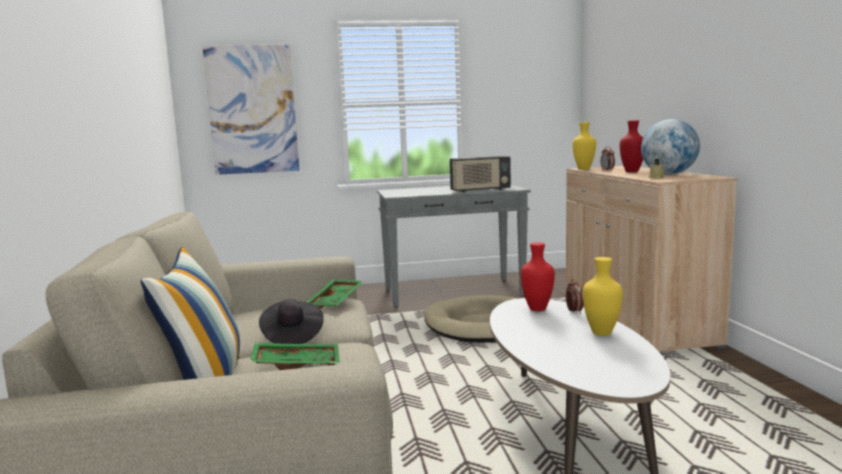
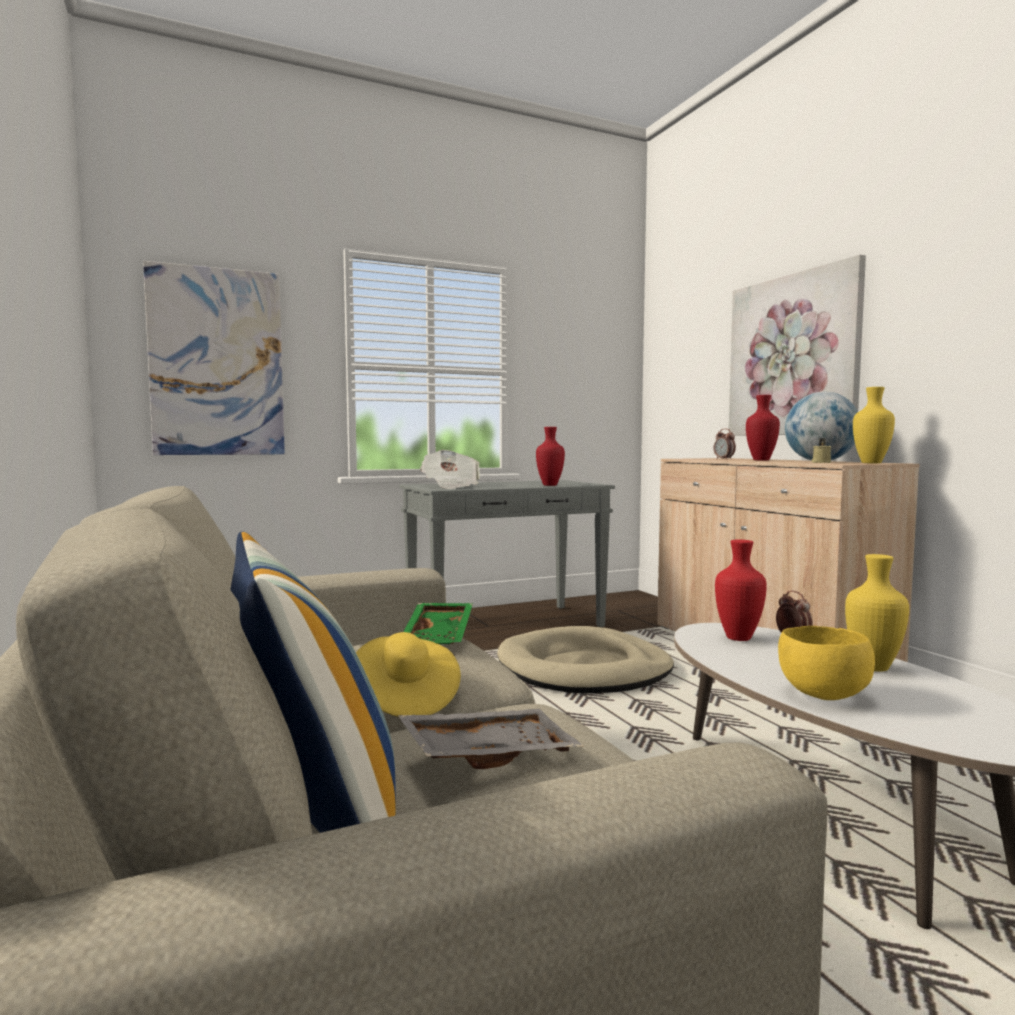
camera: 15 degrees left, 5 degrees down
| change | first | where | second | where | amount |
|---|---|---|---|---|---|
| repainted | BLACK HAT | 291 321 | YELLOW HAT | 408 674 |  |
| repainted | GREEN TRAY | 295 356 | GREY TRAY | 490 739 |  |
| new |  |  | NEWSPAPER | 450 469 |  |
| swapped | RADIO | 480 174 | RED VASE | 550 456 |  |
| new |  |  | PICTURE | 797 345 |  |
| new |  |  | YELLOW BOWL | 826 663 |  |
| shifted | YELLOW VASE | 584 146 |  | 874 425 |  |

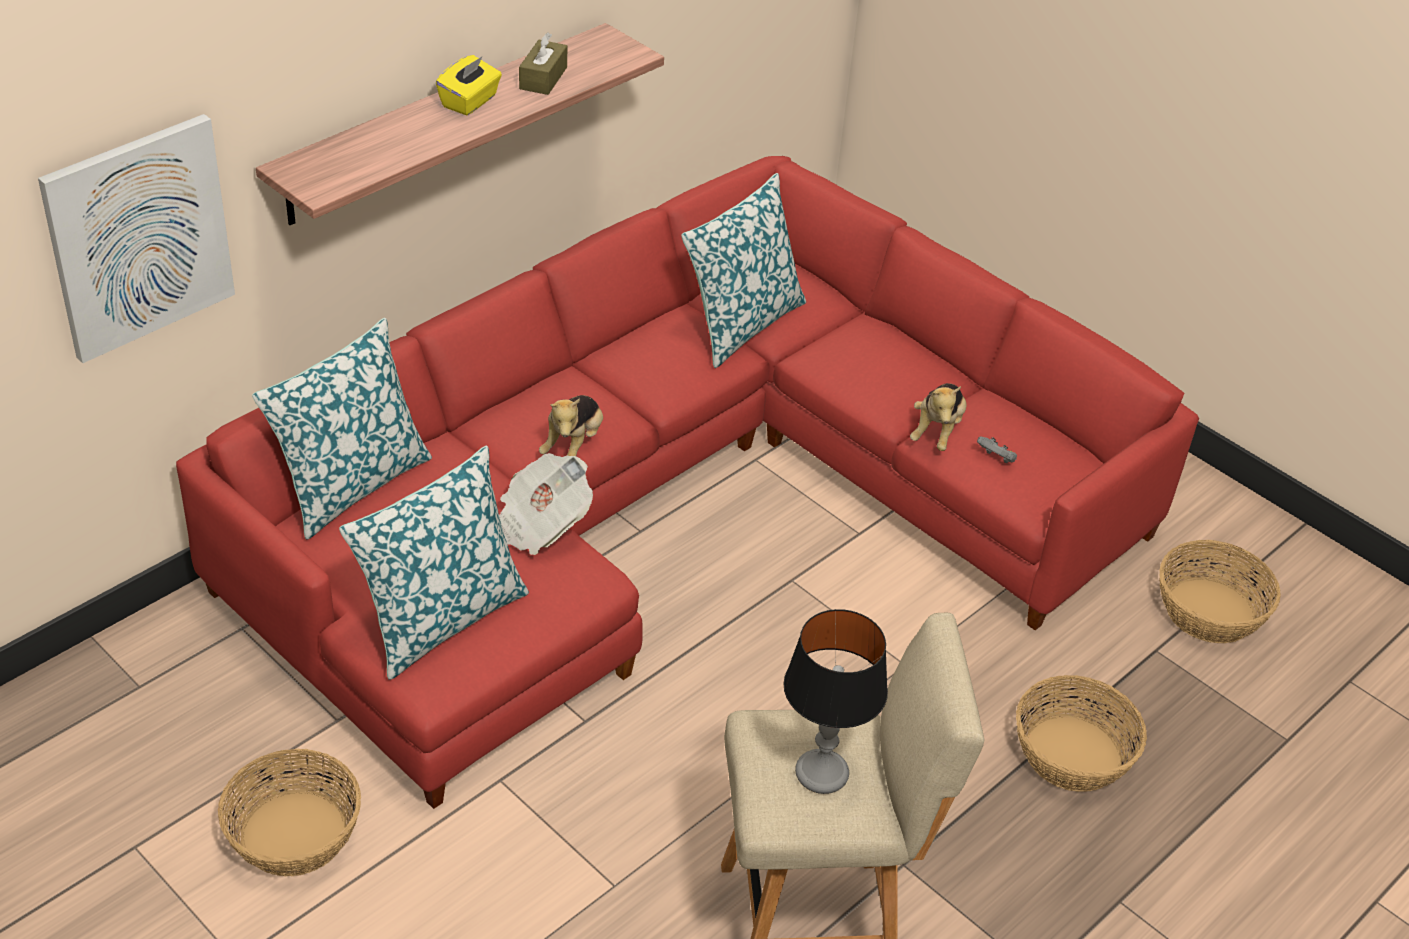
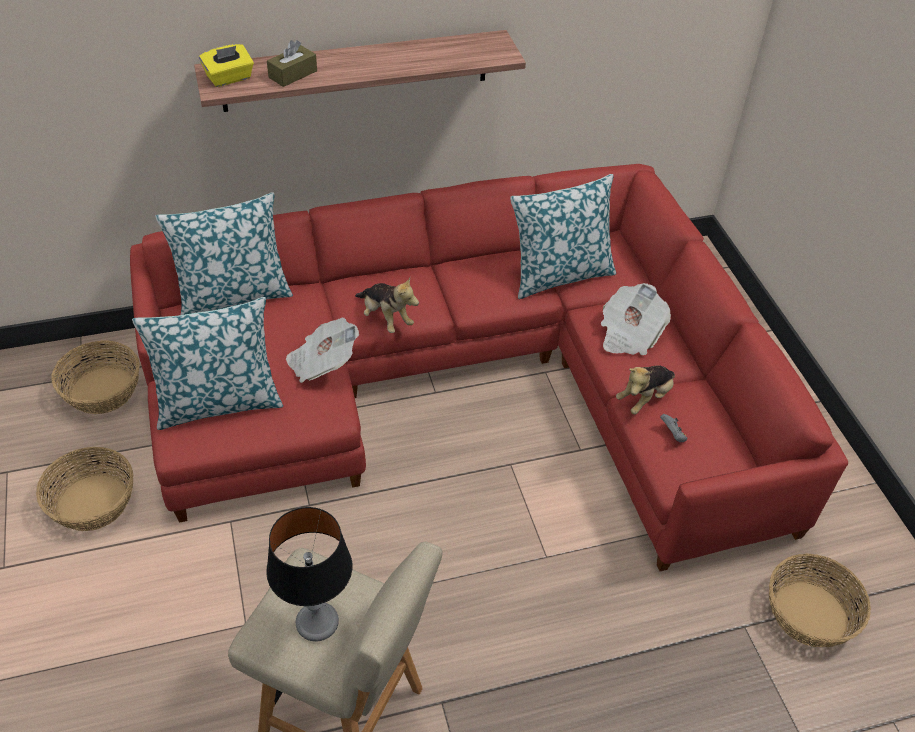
camera: 30 degrees right, 5 degrees up
| change | first | where | second | where | amount |
|---|---|---|---|---|---|
| shifted | BASKET | 1081 733 |  | 95 377 |  |
| shifted | YELLOW TISSUE BOX | 469 85 |  | 226 65 |  |
| shifted | BROWN TISSUE BOX | 543 63 |  | 292 63 |  |
| rotated | PLUSH TOY | 571 425 |  | 387 305 | 90 degrees counterclockwise |
| new |  |  | NEWSPAPER | 636 319 |  |
| gone | PICTURE | 136 238 |  |  |  |

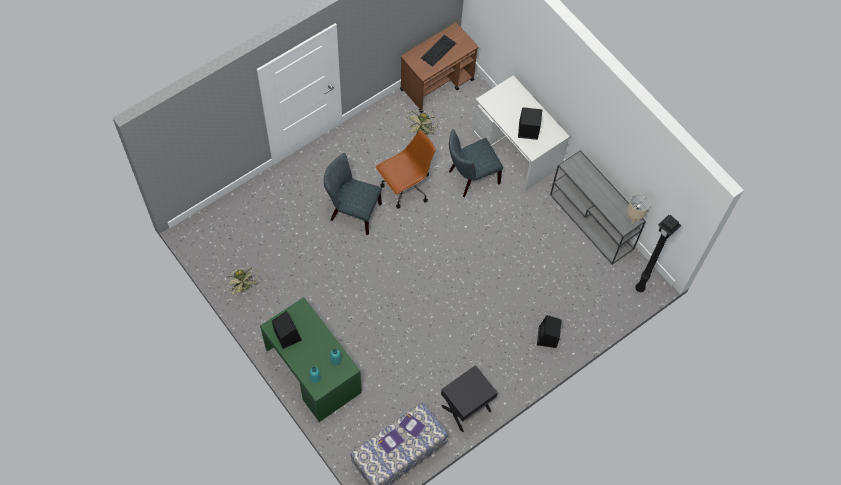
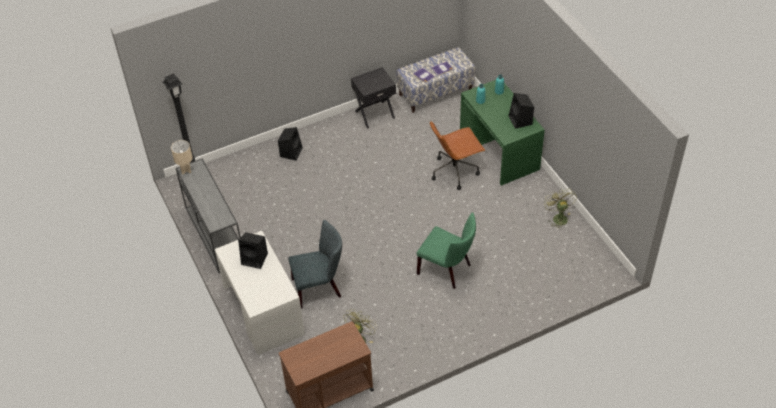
camera: 165 degrees left, 15 degrees down
| change | first | where | second | where | amount |
|---|---|---|---|---|---|
| repainted | GREY CHAIR | 353 194 | GREEN CHAIR | 446 250 |  |
| shifted | BROWN OFFICE CHAIR | 406 169 |  | 457 155 |  |
| gone | KEYBOARD | 438 51 |  |  |  |

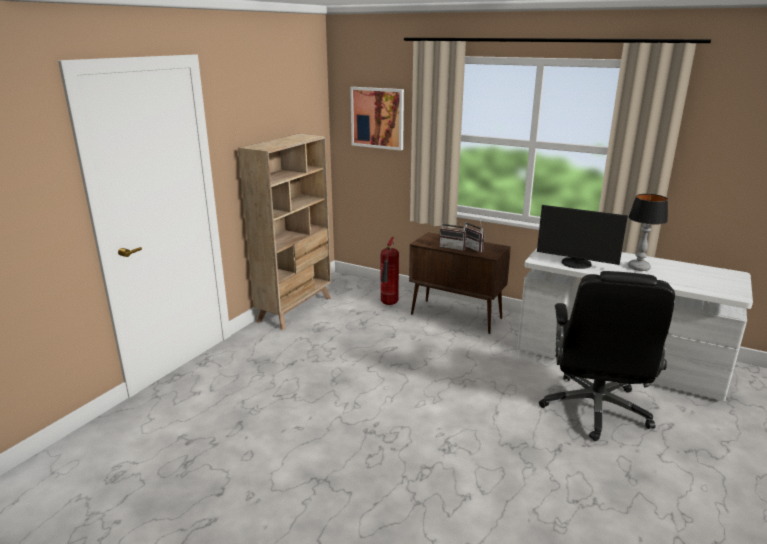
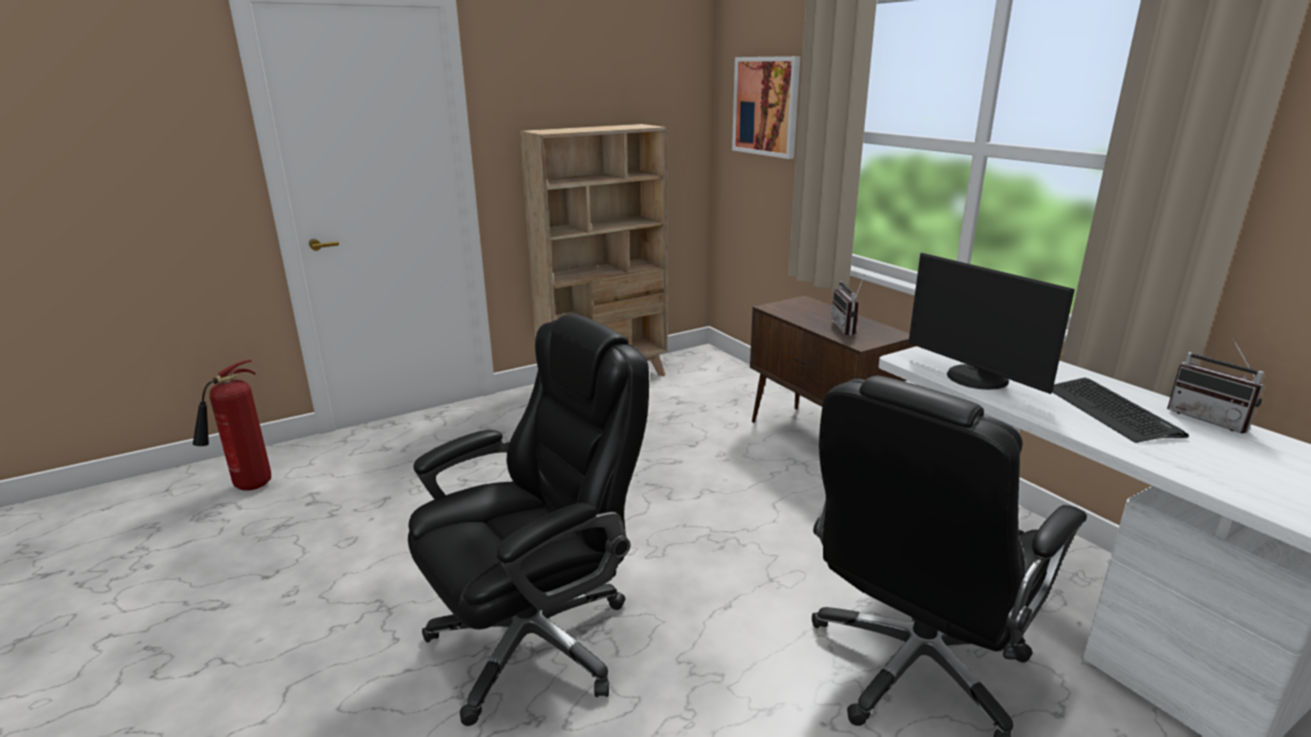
camera: 30 degrees right, 0 degrees up
| change | first | where | second | where | amount |
|---|---|---|---|---|---|
| shifted | FIRE EXTINGUISHER | 390 271 |  | 232 425 |  |
| new |  |  | BLACK OFFICE CHAIR | 528 520 |  |
| swapped | TABLE LAMP | 648 232 | KEYBOARD | 1120 410 |  |
| shifted | RADIO | 453 234 |  | 1215 385 |  |

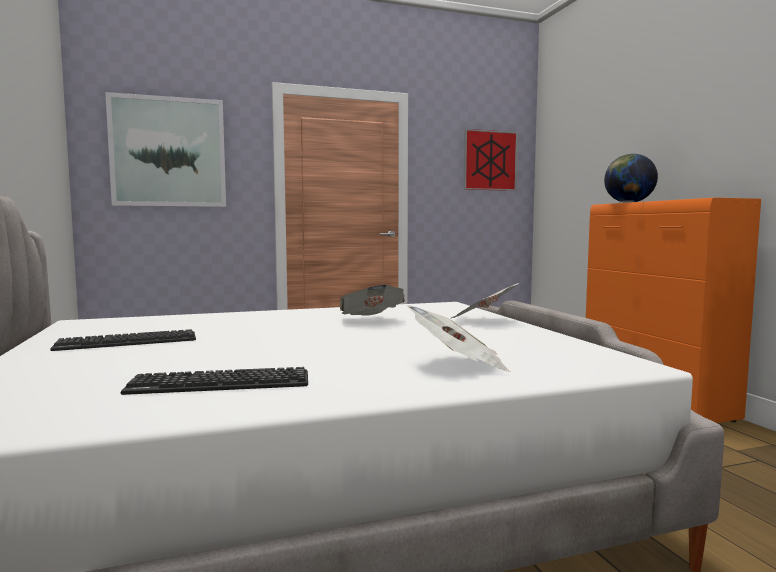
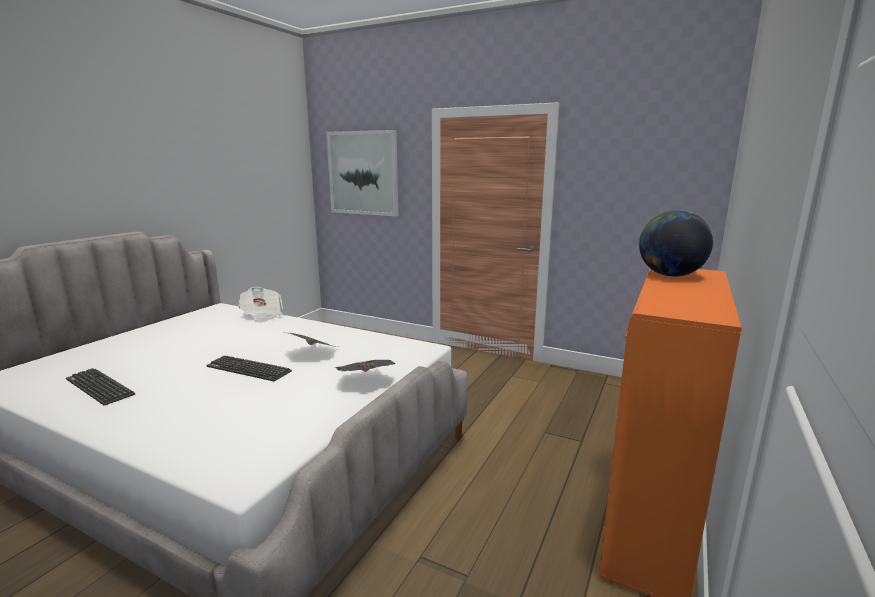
camera: 45 degrees right, 10 degrees up
| change | first | where | second | where | amount |
|---|---|---|---|---|---|
| shifted | KEYBOARD | 123 340 |  | 249 368 |  |
| shifted | NEWSPAPER | 458 338 |  | 260 305 |  |
| gone | PICTURE | 490 160 |  |  |  |

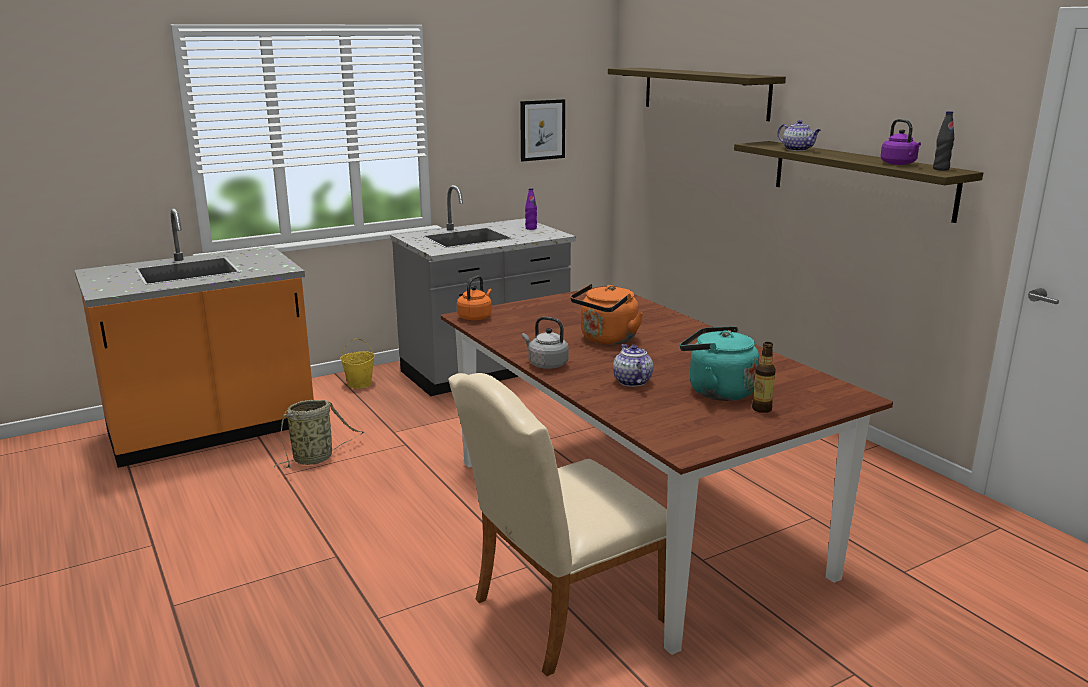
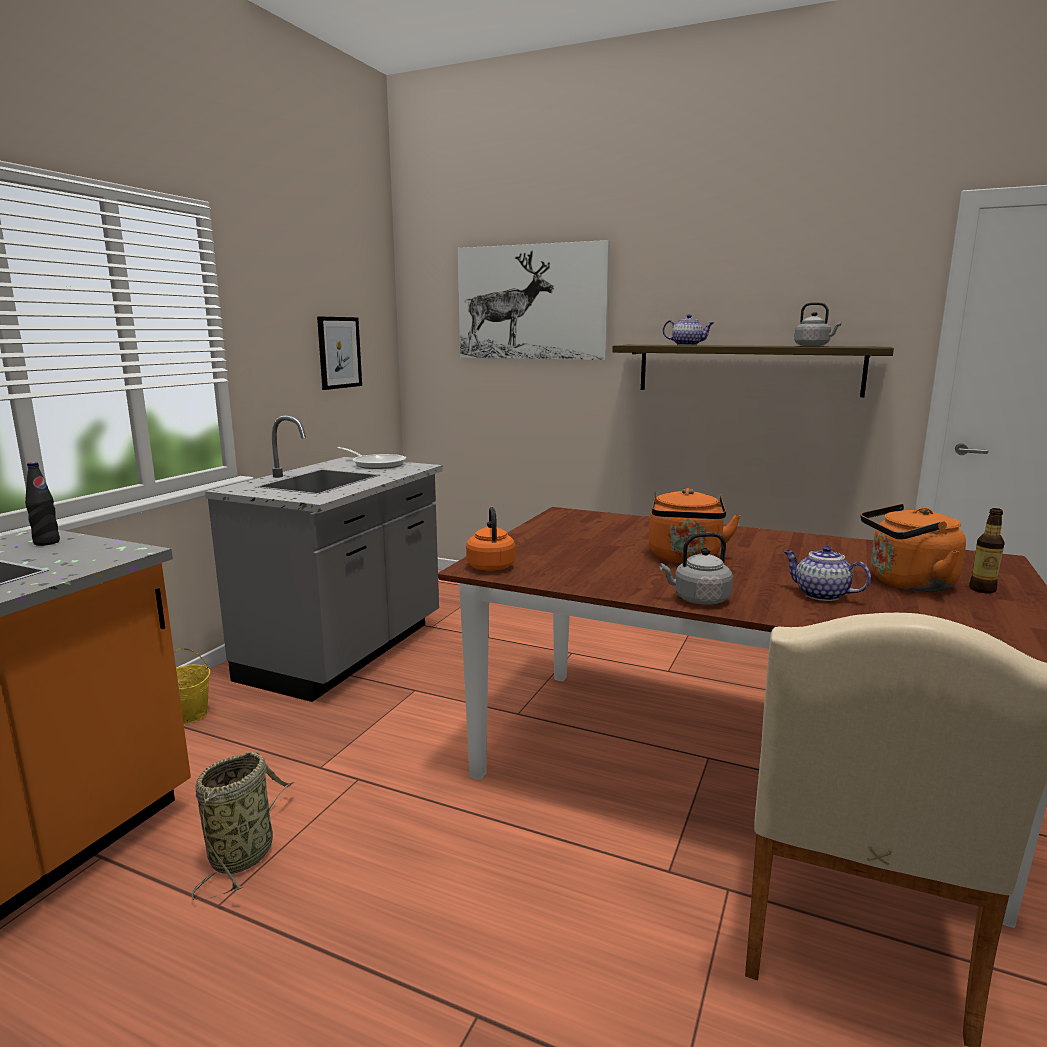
camera: 35 degrees left, 5 degrees down
| change | first | where | second | where | amount |
|---|---|---|---|---|---|
| shifted | BLACK BOTTLE | 943 140 |  | 42 504 |  |
| swapped | PURPLE BOTTLE | 531 209 | FRYING PAN | 372 458 |  |
| swapped | SHELF | 697 94 | PICTURE | 534 300 |  |
| repainted | PURPLE KETTLE | 900 142 | GREY KETTLE | 818 324 |  |
| repainted | TURQUOISE KETTLE | 719 363 | ORANGE KETTLE | 913 548 |  |

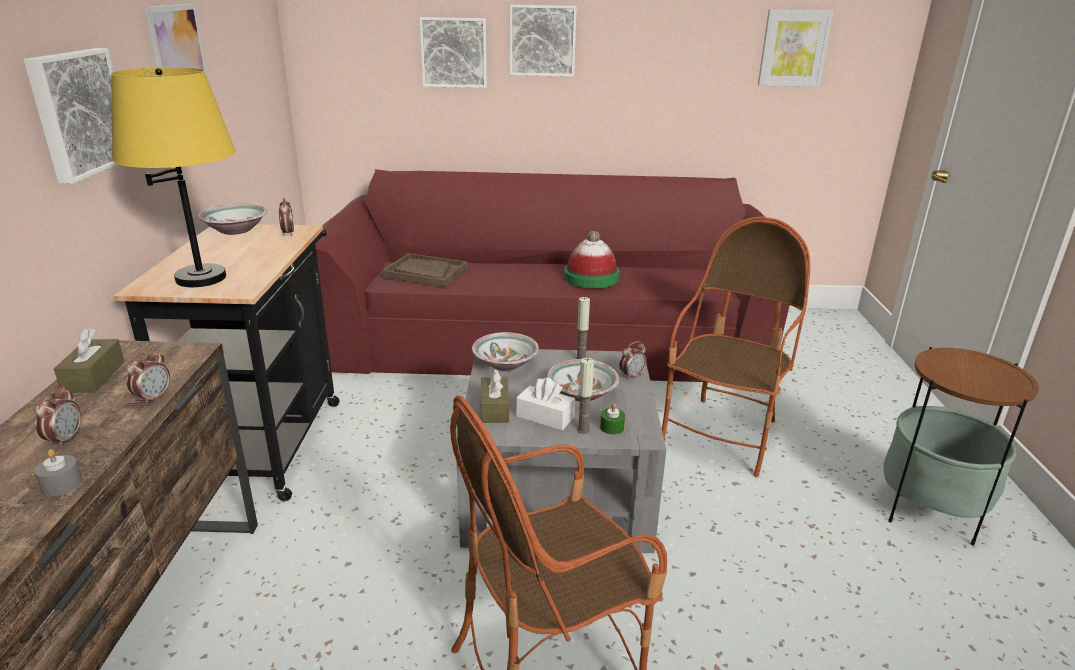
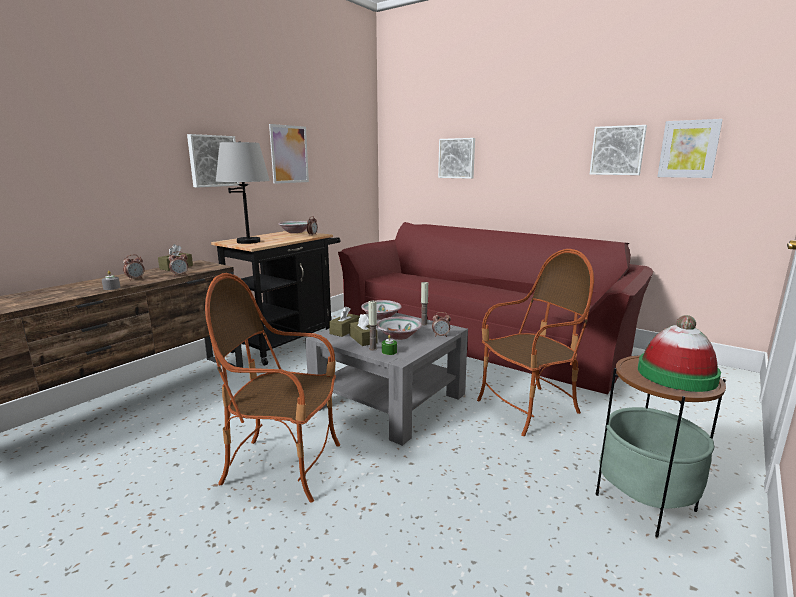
camera: 35 degrees right, 10 degrees down
| change | first | where | second | where | amount |
|---|---|---|---|---|---|
| repainted | YELLOW TABLE LAMP | 173 177 | GREY TABLE LAMP | 243 192 |  |
| repainted | WHITE TISSUE BOX | 545 403 | BROWN TISSUE BOX | 363 330 |  |
| shifted | PICTURE | 543 41 |  | 618 150 |  |
| shifted | HAT | 591 259 |  | 679 353 |  |
| gone | BROWN TRAY | 424 270 |  |  |  |

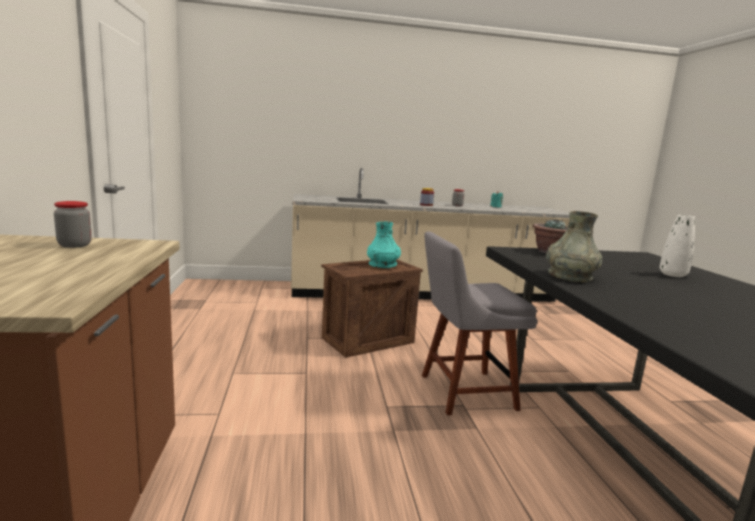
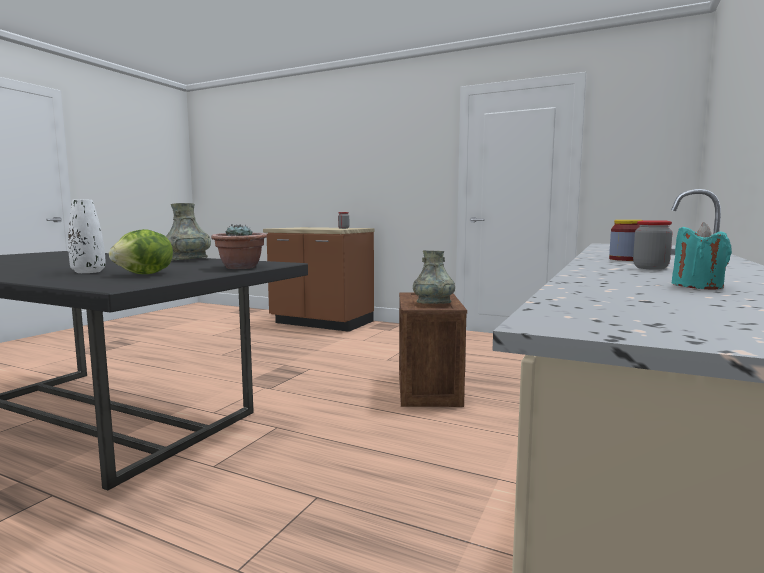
camera: 125 degrees right, 5 degrees down
| change | first | where | second | where | amount |
|---|---|---|---|---|---|
| new |  |  | LETTUCE | 141 251 |  |
| repainted | TURQUOISE VASE | 384 245 | GREY VASE | 434 277 |  |
| gone | GREY CHAIR | 479 324 |  |  |  |

